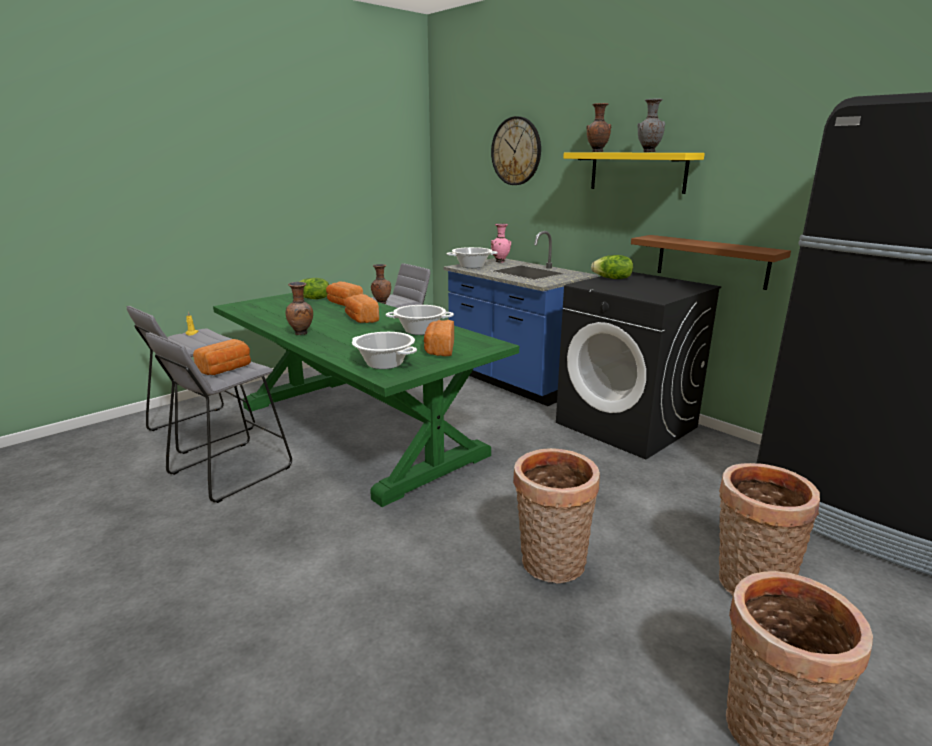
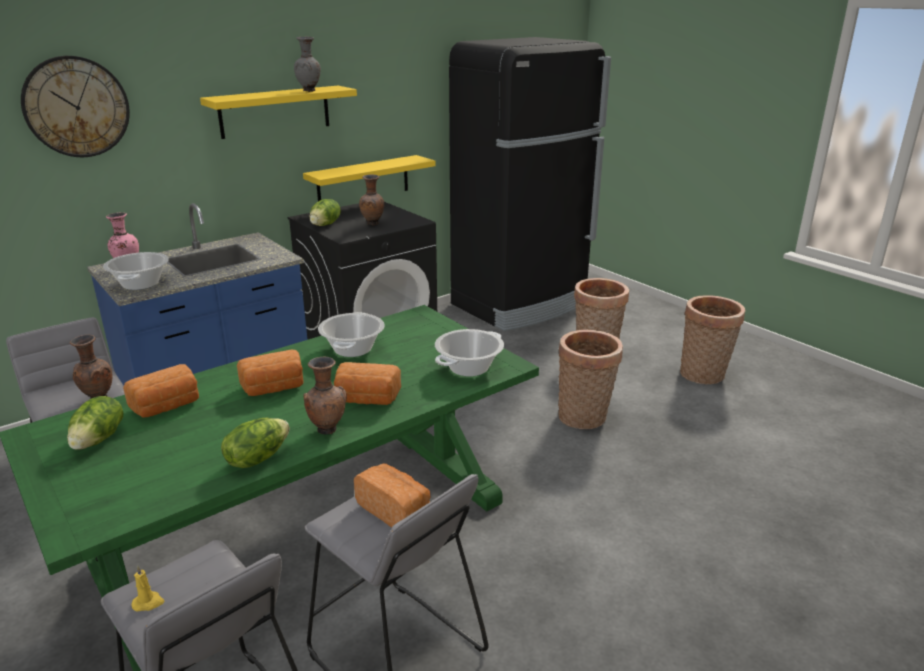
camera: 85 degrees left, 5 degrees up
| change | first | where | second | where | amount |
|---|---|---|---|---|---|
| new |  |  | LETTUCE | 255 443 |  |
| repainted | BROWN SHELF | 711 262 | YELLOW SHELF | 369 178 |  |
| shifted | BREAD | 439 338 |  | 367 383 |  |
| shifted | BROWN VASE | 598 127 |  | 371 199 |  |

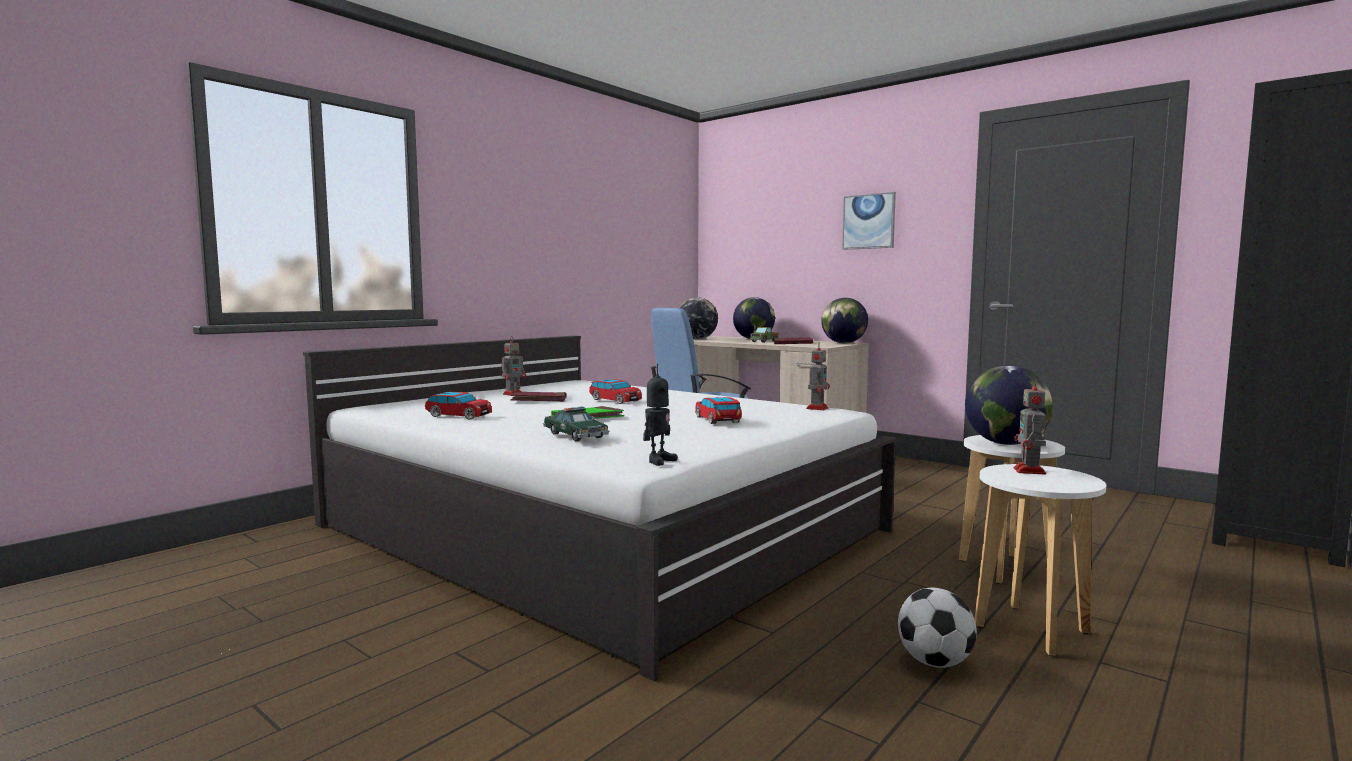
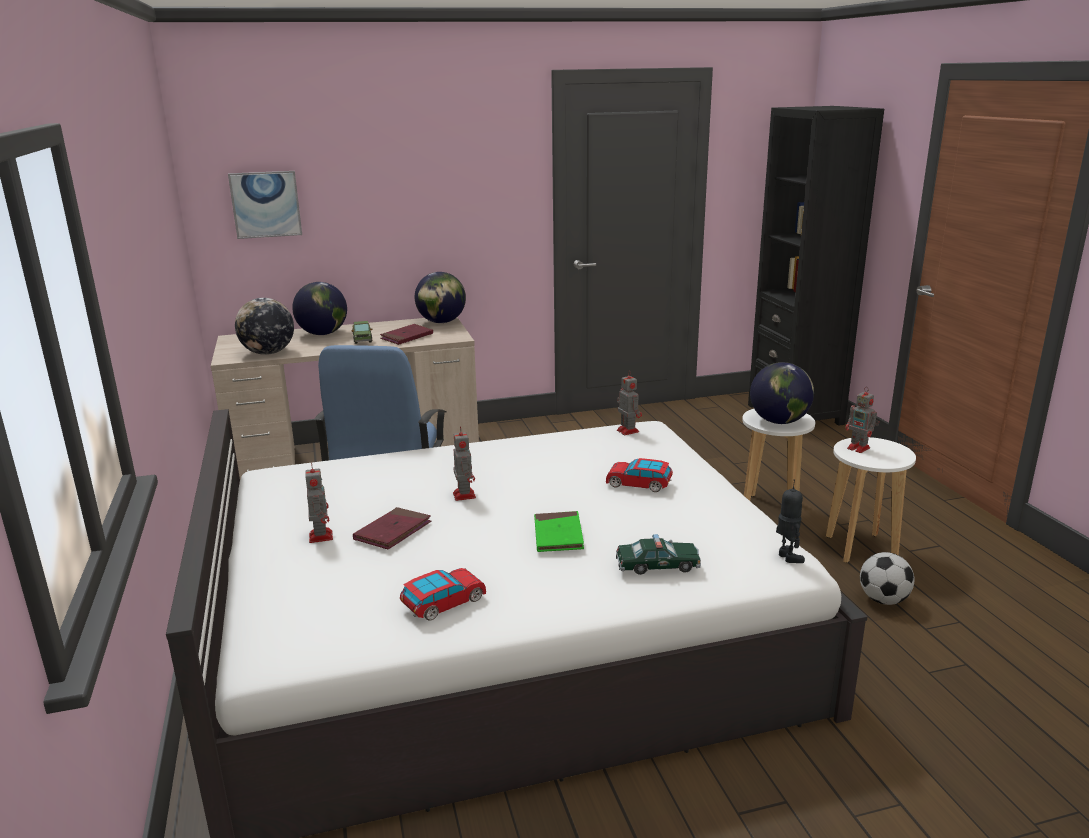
camera: 55 degrees left, 15 degrees up
| change | first | where | second | where | amount |
|---|---|---|---|---|---|
| shifted | PICTURE | 869 221 |  | 265 205 |  |
| swapped | TOY CAR | 615 391 | TOY ROBOT | 464 463 |  |

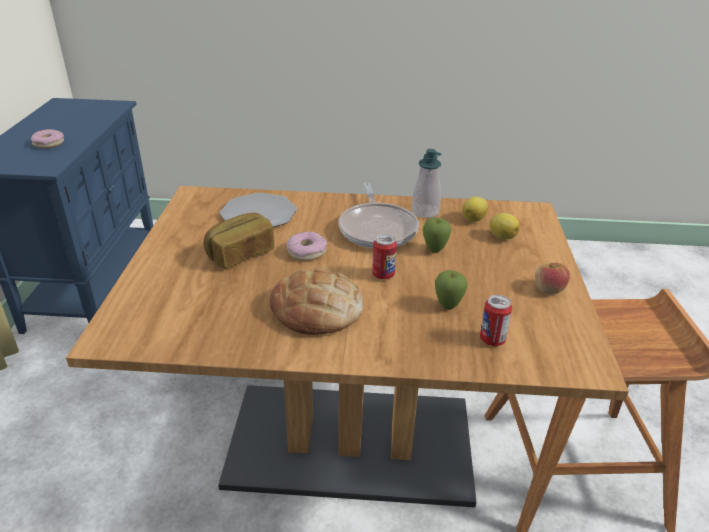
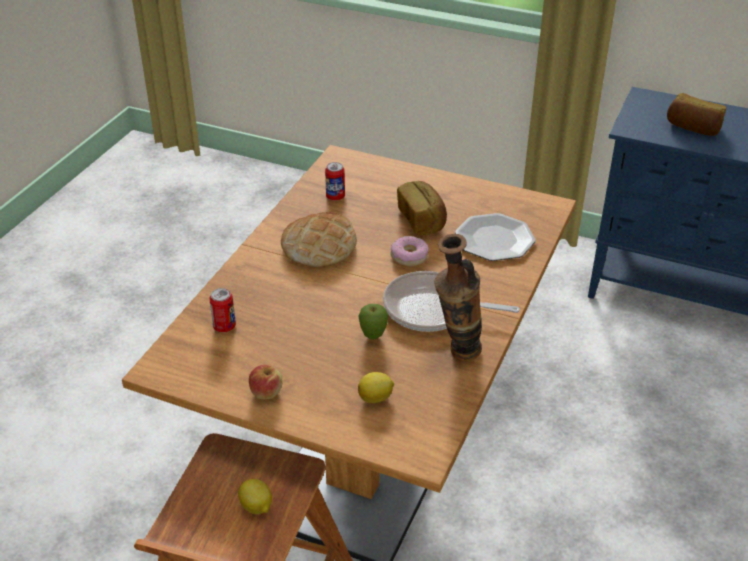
camera: 110 degrees right, 5 degrees up
| change | first | where | second | where | amount |
|---|---|---|---|---|---|
| shifted | LEMON | 475 209 |  | 255 496 |  |
| shifted | CAN | 384 257 |  | 335 181 |  |
| swapped | SOAP DISPENSER | 427 183 | VASE | 458 297 |  |
| swapped | DONUT | 47 138 | BREAD | 696 114 |  |
| gone | APPLE | 451 290 |  |  |  |

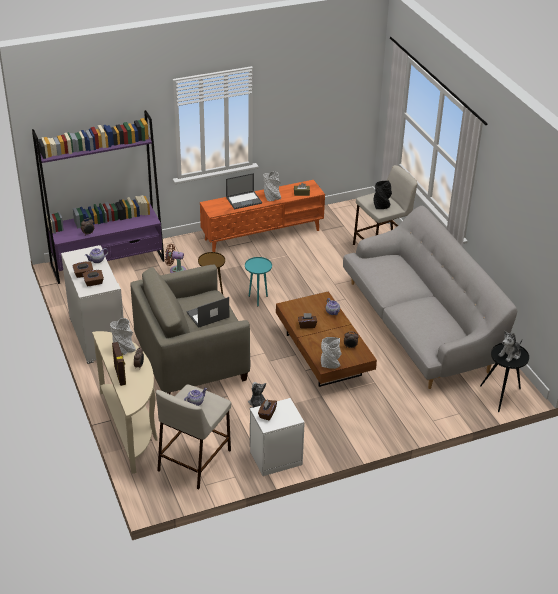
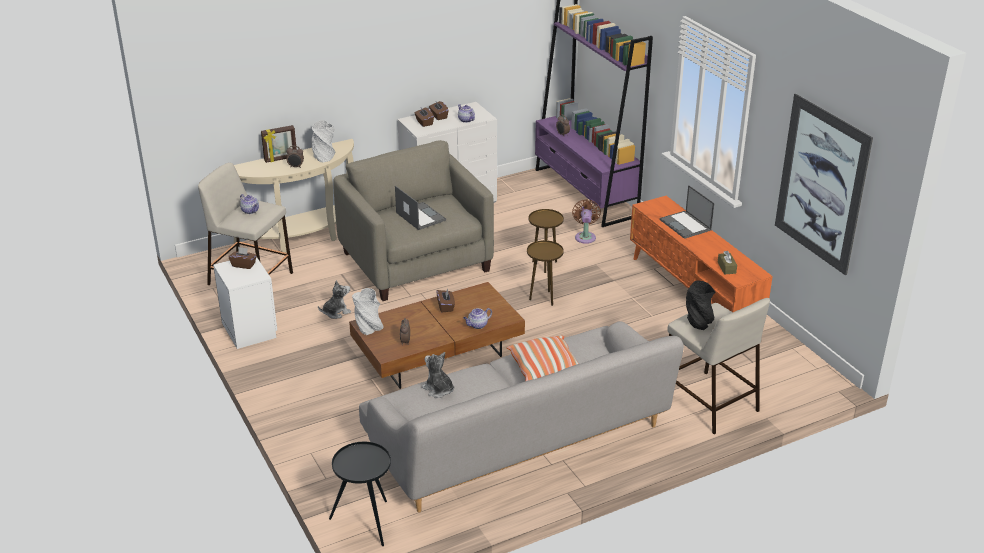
camera: 85 degrees right, 5 degrees down
| change | first | where | second | where | amount |
|---|---|---|---|---|---|
| shifted | PLUSH TOY | 510 346 |  | 438 375 |  |
| new |  |  | PILLOW | 543 358 |  |
| repainted | TURQUOISE SIDE TABLE | 258 281 | BROWN SIDE TABLE | 545 273 |  |
| new |  |  | PICTURE | 824 184 |  |
| gone | GREY VASE | 272 186 |  |  |  |

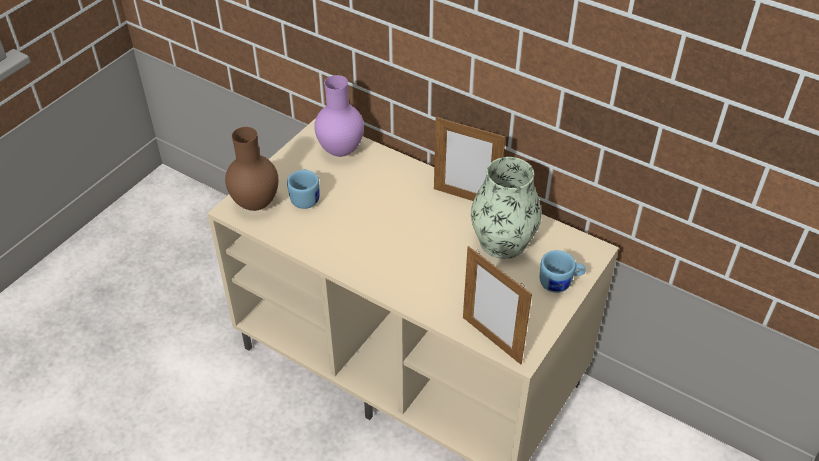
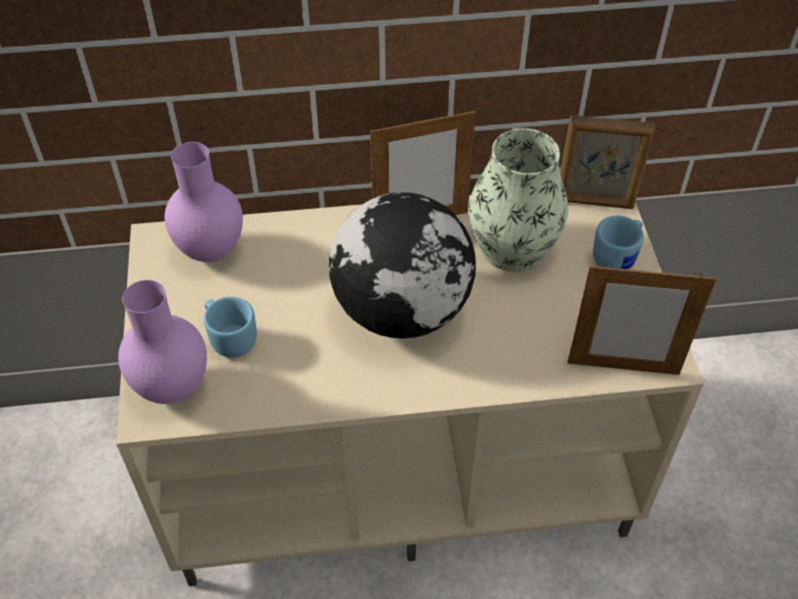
camera: 40 degrees left, 5 degrees up
| change | first | where | second | where | amount |
|---|---|---|---|---|---|
| repainted | BROWN VASE | 251 169 | PURPLE VASE | 162 342 |  |
| new |  |  | GLOBE | 402 265 |  |
| new |  |  | PICTURE FRAME | 607 162 |  |

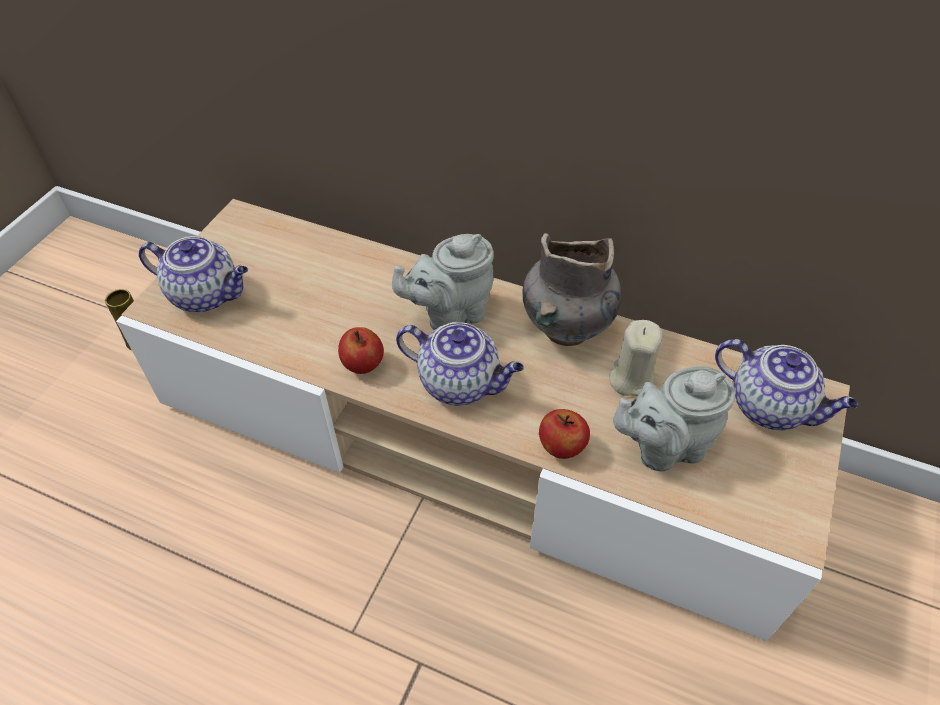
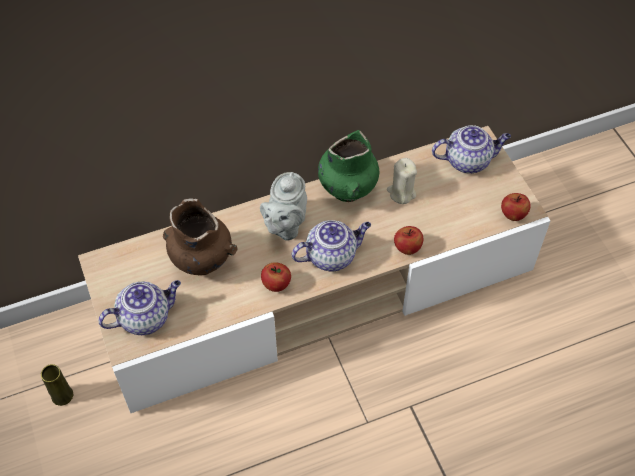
camera: 45 degrees left, 5 degrees up
| change | first | where | second | where | amount |
|---|---|---|---|---|---|
| new |  |  | BROWN VASE | 200 237 |  |
| repainted | GREY VASE | 572 289 | GREEN VASE | 348 166 |  |
| new |  |  | APPLE | 516 207 |  |
| gone | GREY TEAPOT | 674 418 |  |  |  |

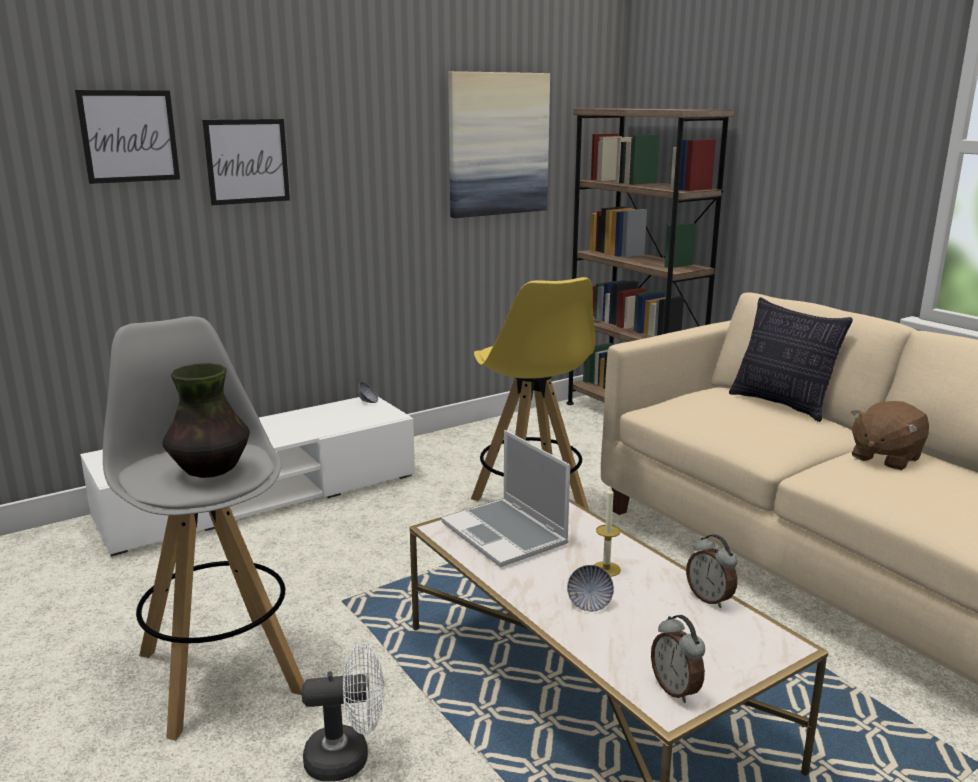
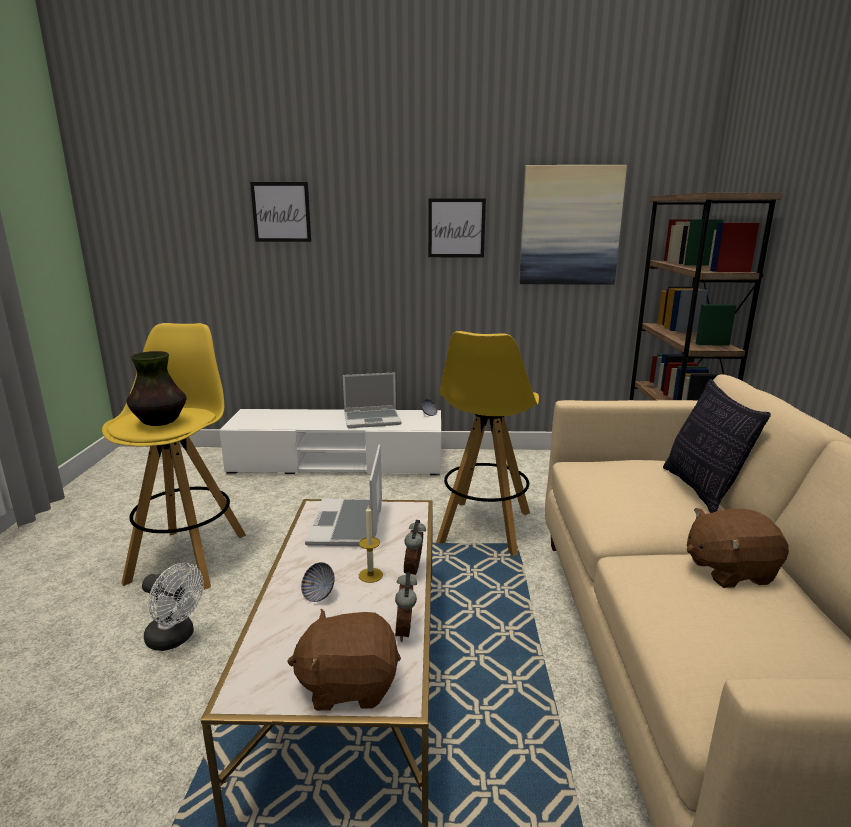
camera: 35 degrees right, 0 degrees up
| change | first | where | second | where | amount |
|---|---|---|---|---|---|
| repainted | GREY STOOL | 203 528 | YELLOW STOOL | 174 456 |  |
| new |  |  | BROWN PLUSH TOY | 344 660 |  |
| new |  |  | LAPTOP | 372 400 |  |
| shifted | ALARM CLOCK | 678 659 |  | 415 548 |  |
| shifted | PICTURE | 246 162 |  | 457 228 |  |

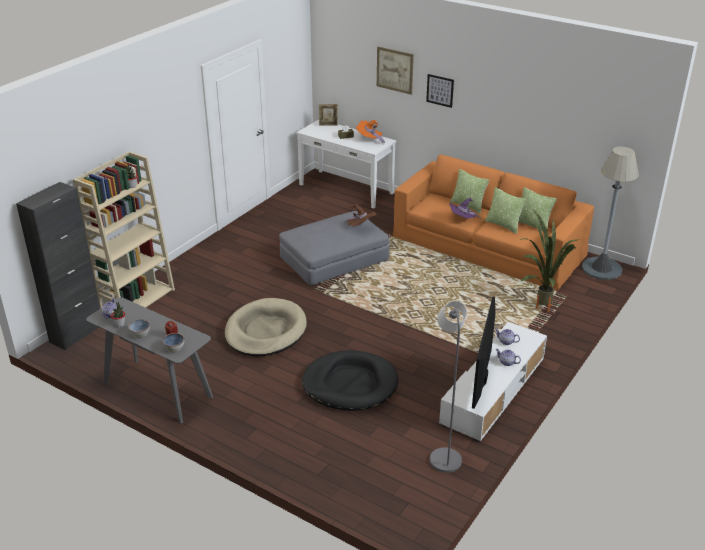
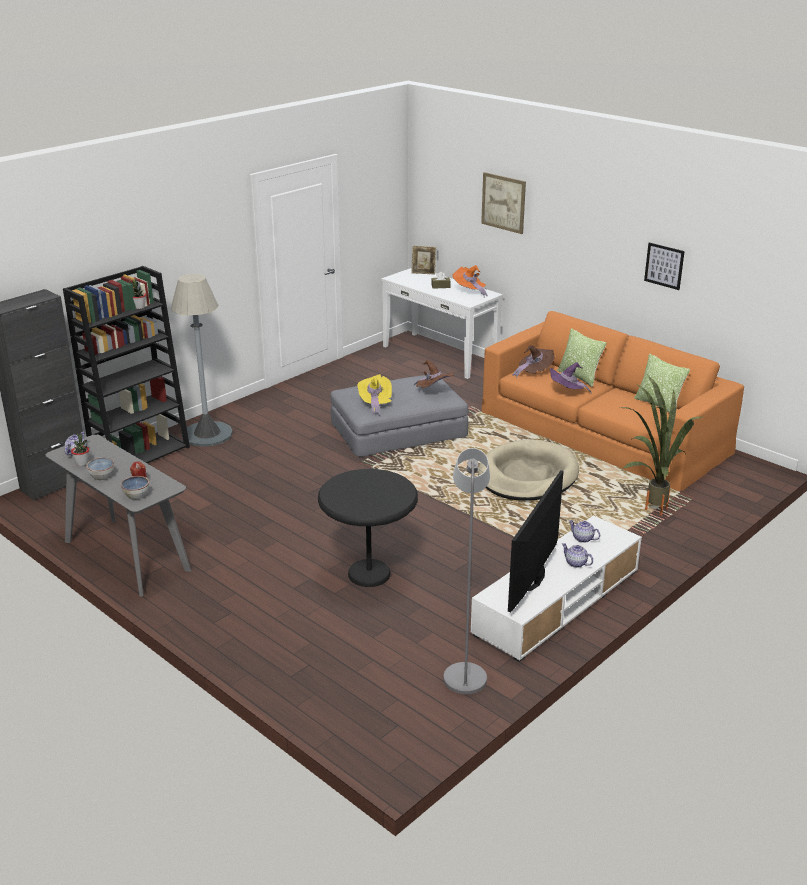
camera: 10 degrees right, 5 degrees down
| change | first | where | second | where | amount |
|---|---|---|---|---|---|
| repainted | BEIGE BOOKCASE | 124 230 | BLACK BOOKCASE | 126 364 |  |
| shifted | GREY FLOOR LAMP | 610 213 |  | 202 360 |  |
| swapped | BLACK DOG BED | 350 380 | BLACK SIDE TABLE | 368 528 |  |
| new |  |  | YELLOW HAT | 374 394 |  |
| shifted | BEIGE DOG BED | 266 327 |  | 528 470 |  |
| new |  |  | BROWN HAT | 533 361 |  |
| shifted | PICTURE | 440 91 |  | 664 266 |  |
| gone | PILLOW | 506 210 |  |  |  |

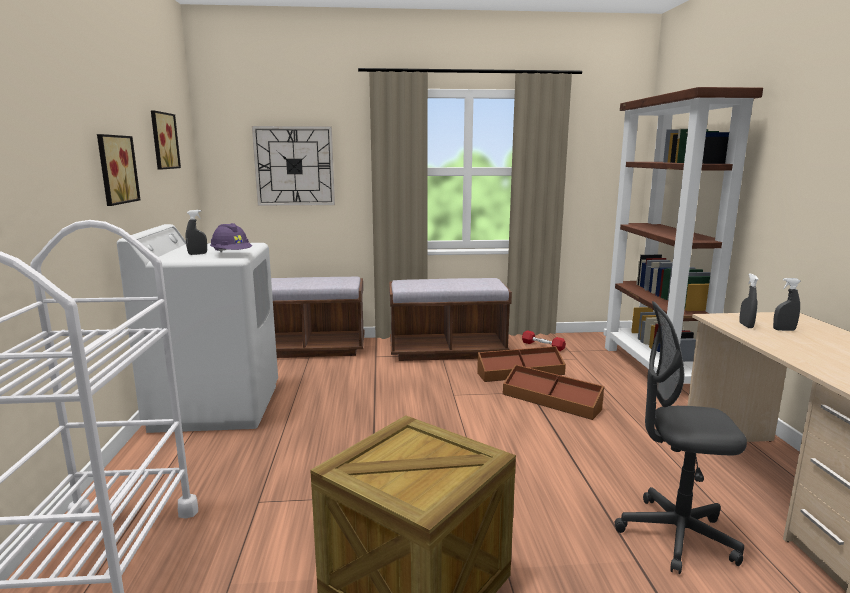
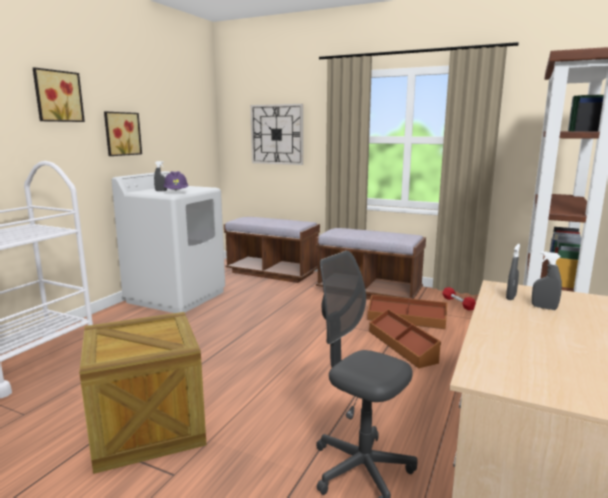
camera: 30 degrees right, 0 degrees up
| change | first | where | second | where | amount |
|---|---|---|---|---|---|
| shifted | PICTURE | 166 140 |  | 59 94 |  |

